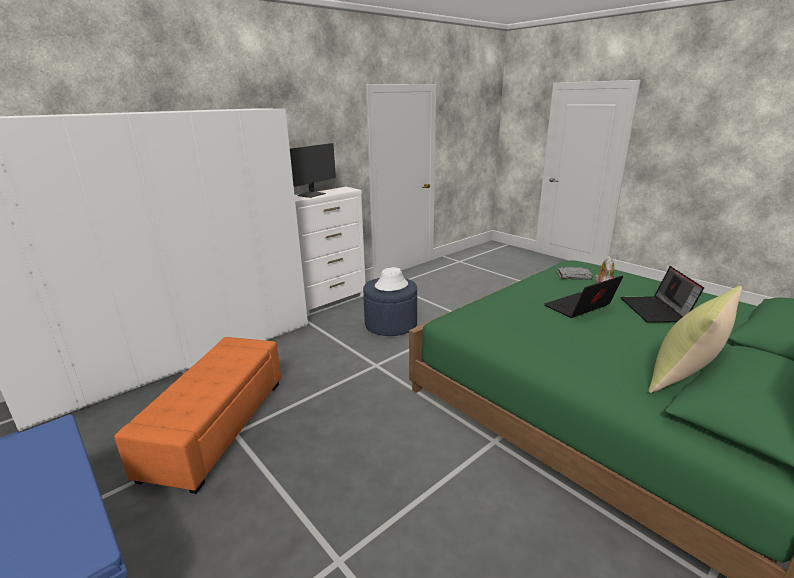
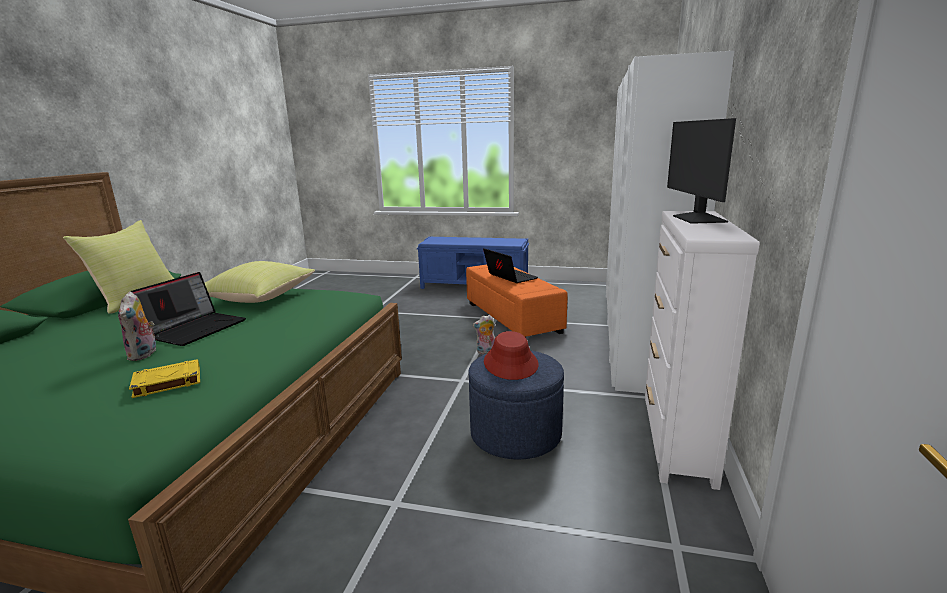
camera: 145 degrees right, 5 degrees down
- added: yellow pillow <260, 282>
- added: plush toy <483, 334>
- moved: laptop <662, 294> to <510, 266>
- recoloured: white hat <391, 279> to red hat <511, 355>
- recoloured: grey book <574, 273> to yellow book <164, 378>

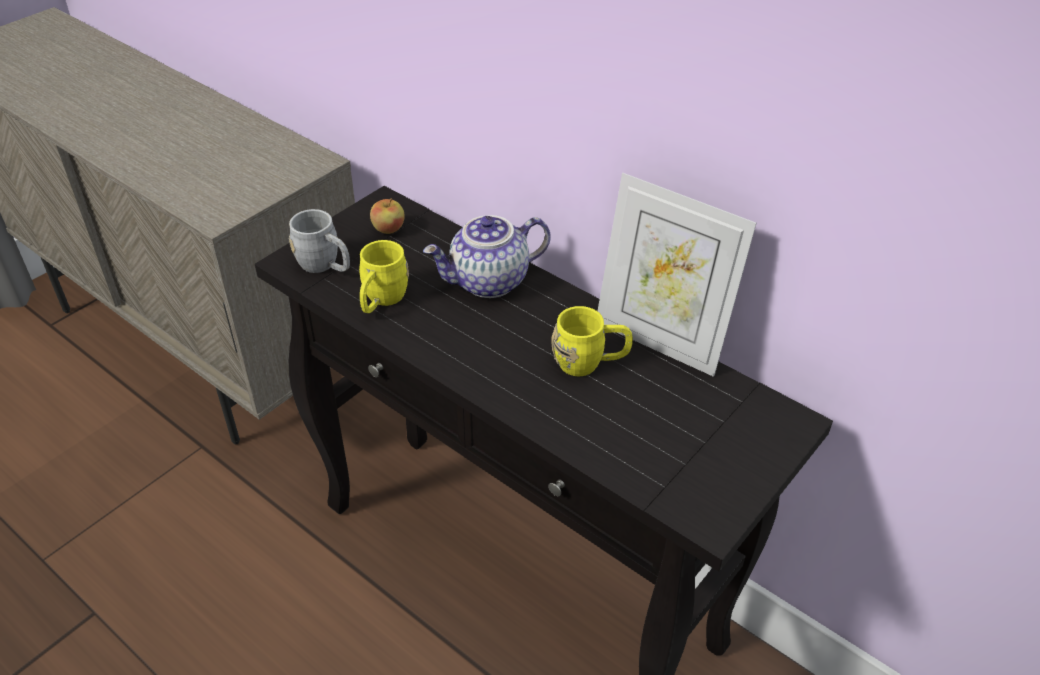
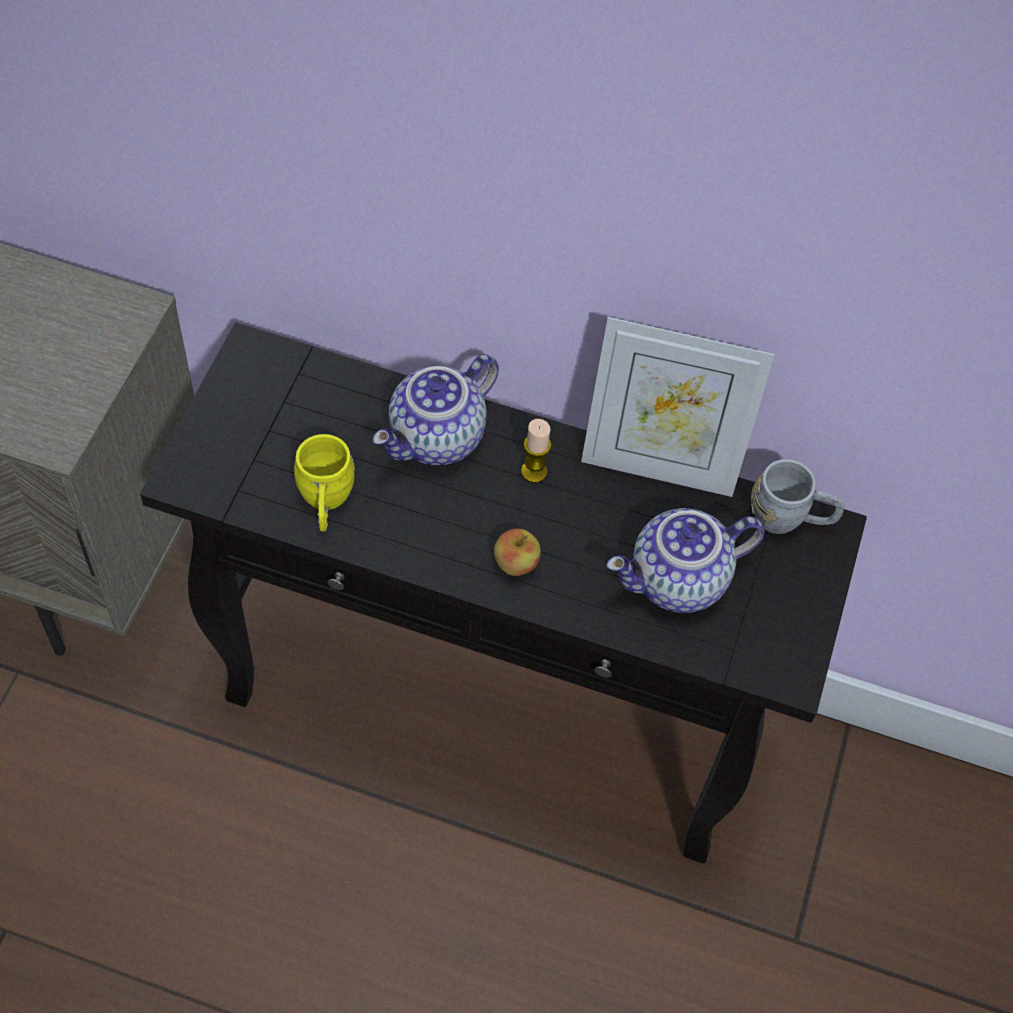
camera: 25 degrees left, 15 degrees up
- removed: yellow mug <592, 341>
- added: candle <536, 451>
- added: teapot <686, 560>
- moved: grey mug <319, 241> to <797, 496>
- moved: apple <387, 216> to <517, 552>

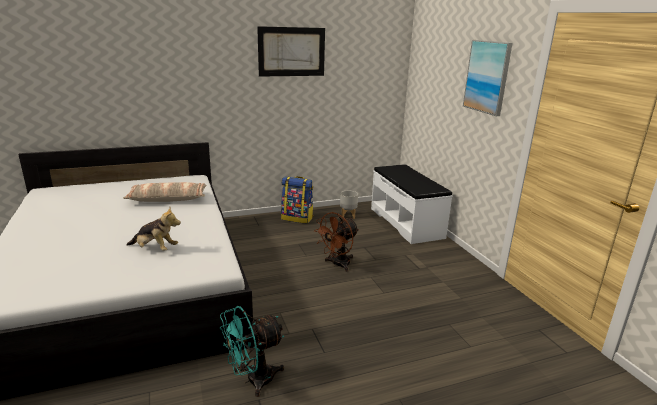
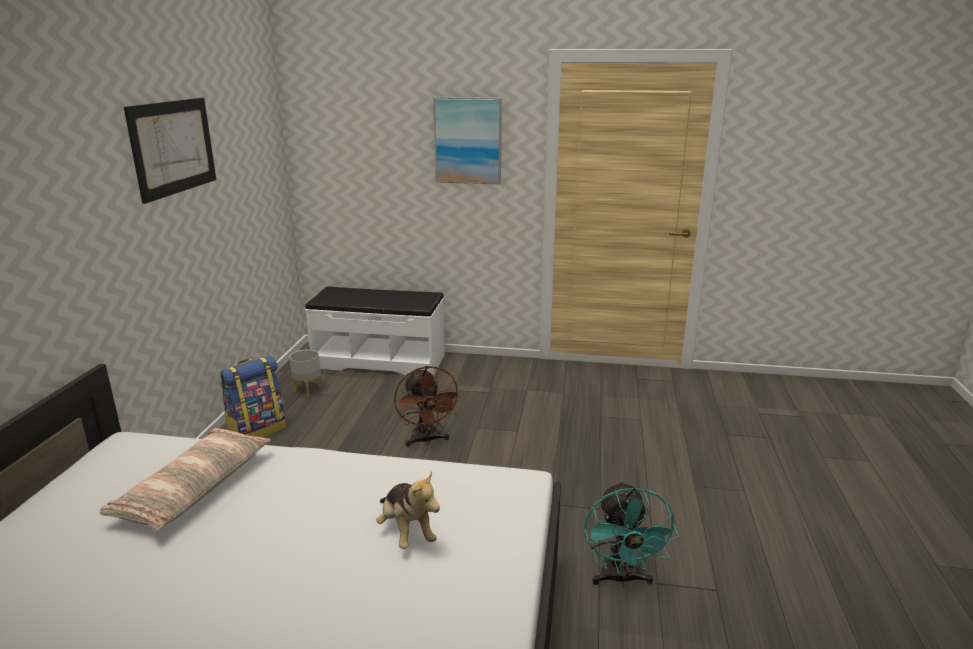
camera: 60 degrees left, 0 degrees up
- turned: plush toy <154, 229> = <408, 510> 105 degrees clockwise

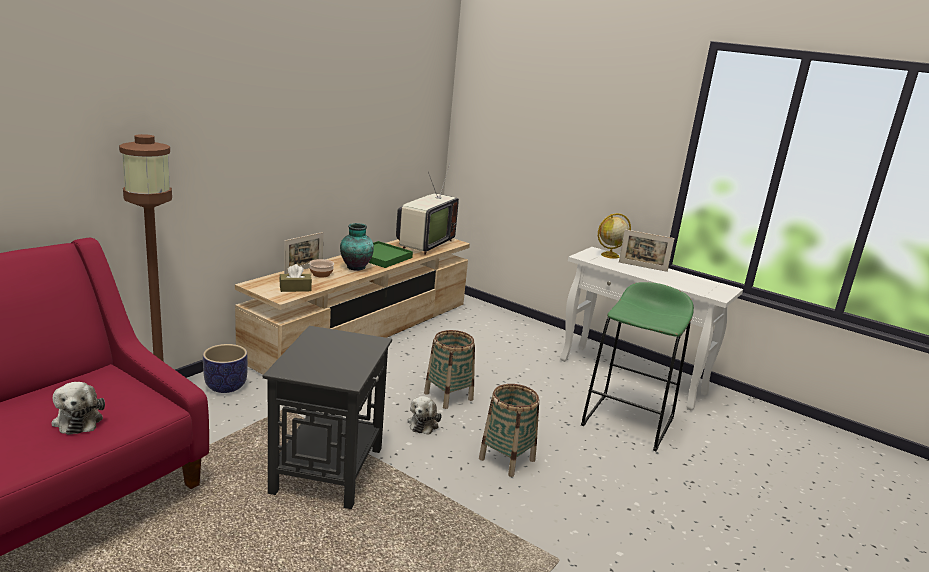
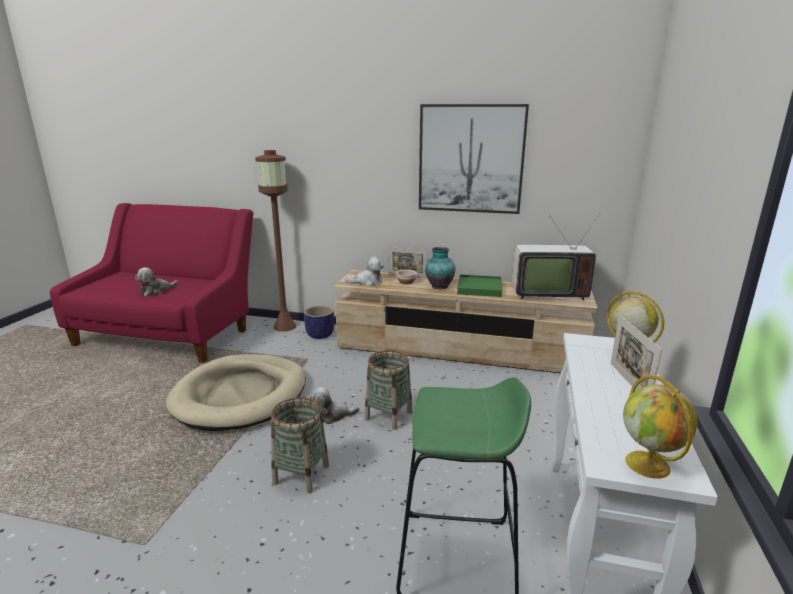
camera: 70 degrees right, 0 degrees up
- added: picture <474, 159>
- added: globe <660, 427>
- replaced: black side table <327, 417> to beige dog bed <236, 392>
- replaced: brown tissue box <295, 278> to plush toy <364, 271>

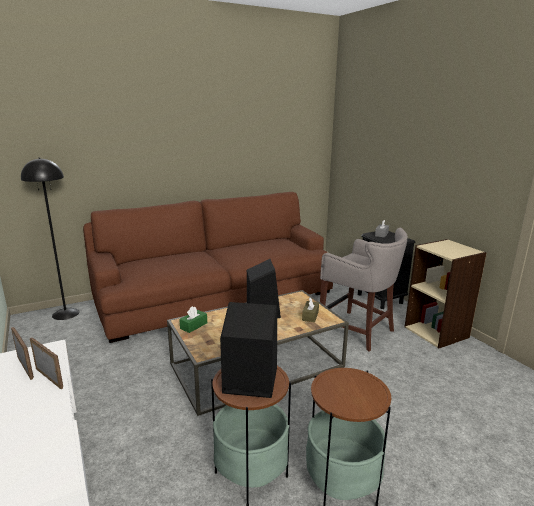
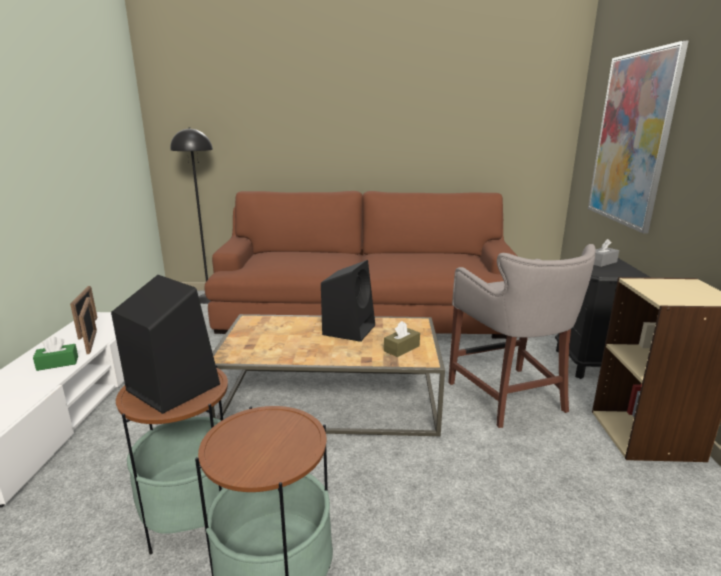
camera: 30 degrees right, 0 degrees up
- added: picture <638, 137>
- moved: green tissue box <193, 319> to <55, 353>

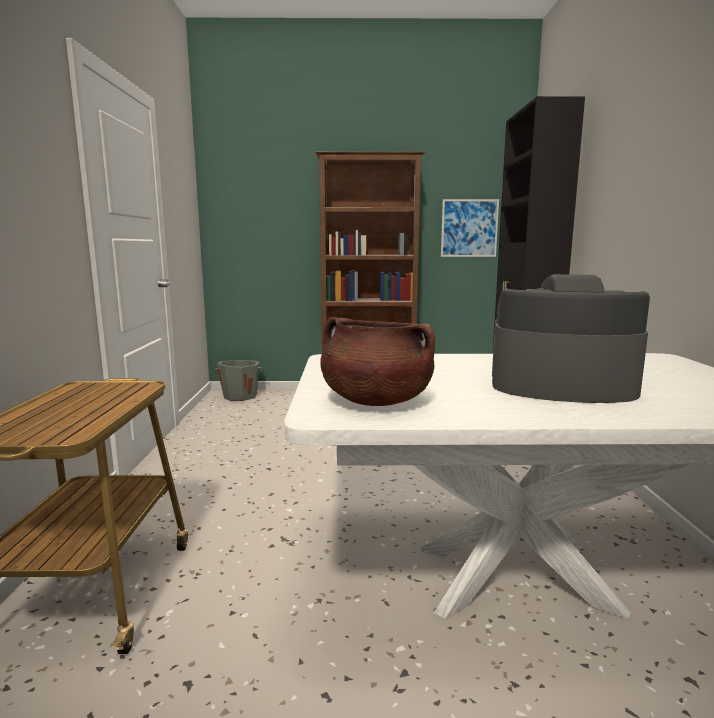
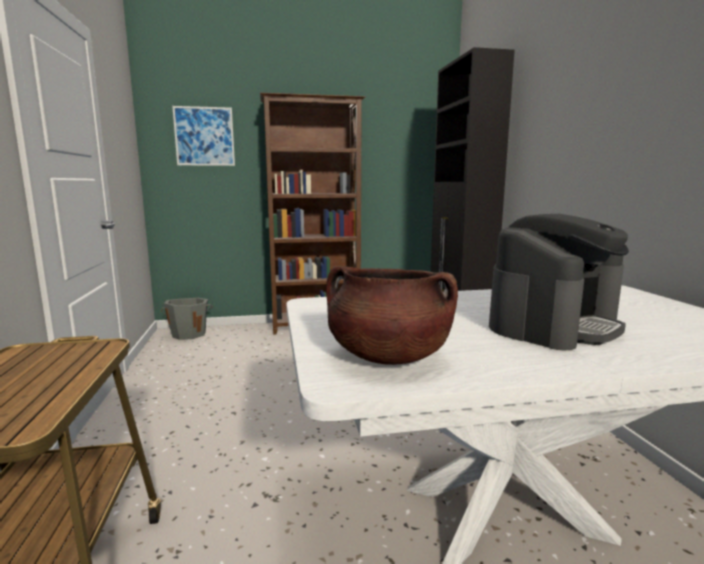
camera: 10 degrees left, 0 degrees up
- moved: picture <470, 228> to <203, 136>
- turned: coffee machine <571, 338> = <559, 282> 135 degrees clockwise

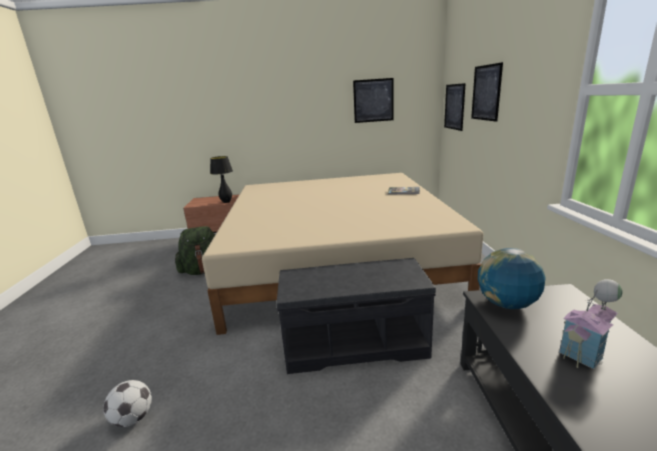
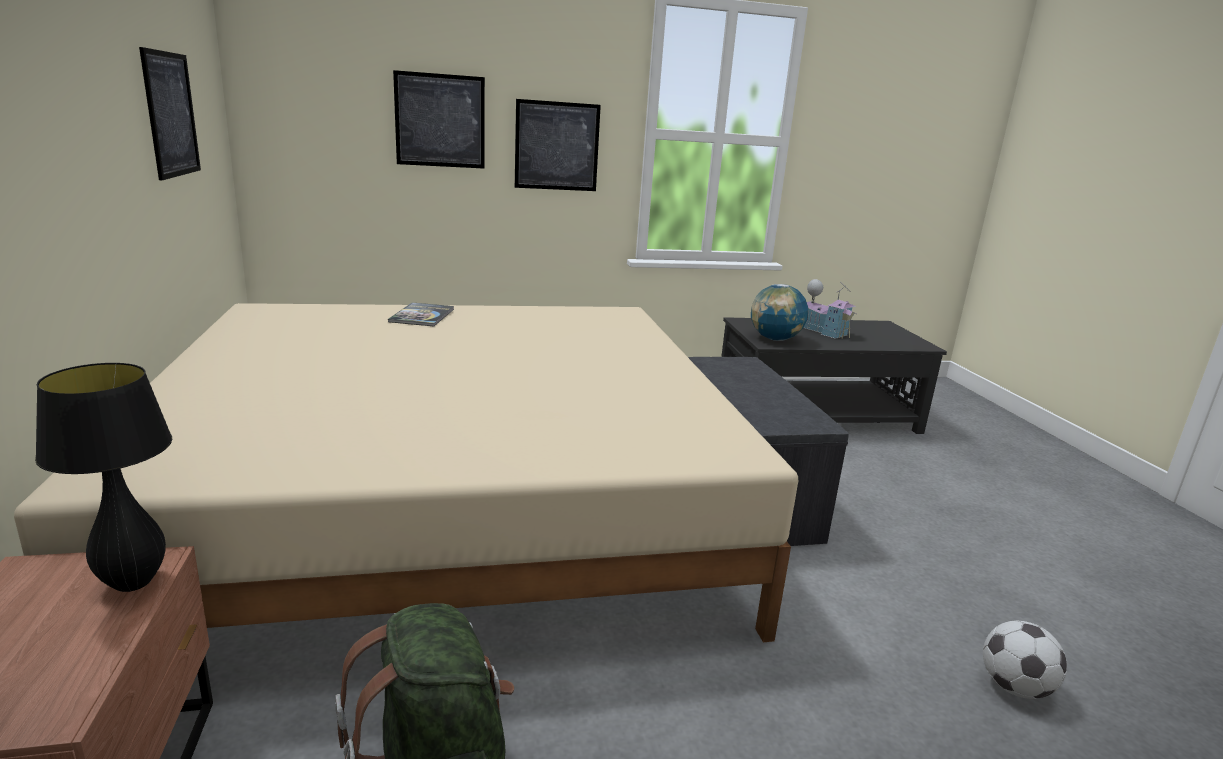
camera: 100 degrees left, 0 degrees up
- moved: picture <455, 107> to <558, 145>

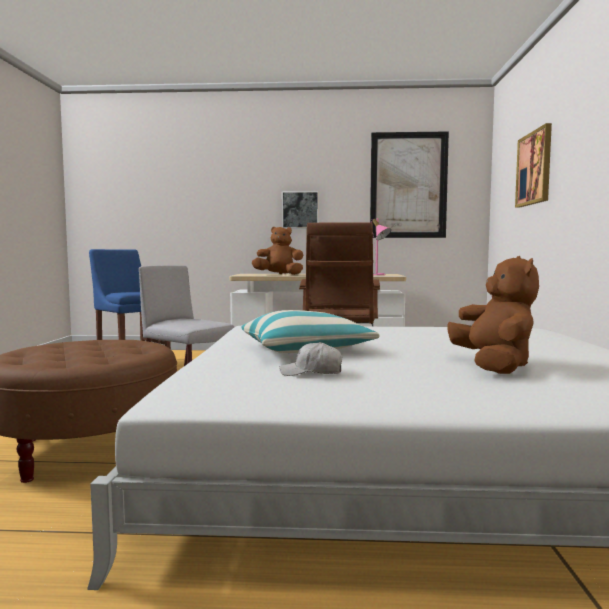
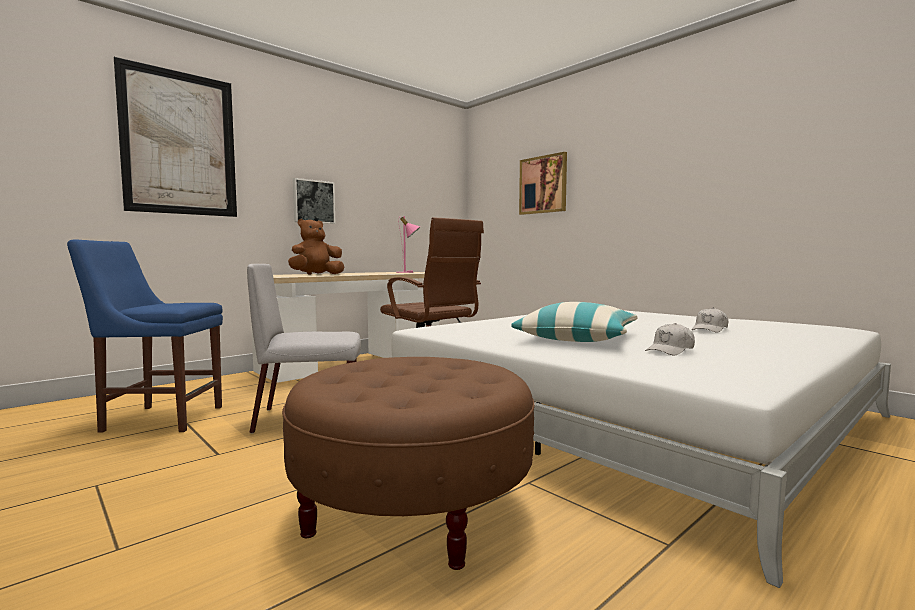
camera: 45 degrees left, 0 degrees up
- moved: picture <409, 184> to <175, 137>
- replaced: brown plush toy <493, 315> to white cap <709, 320>

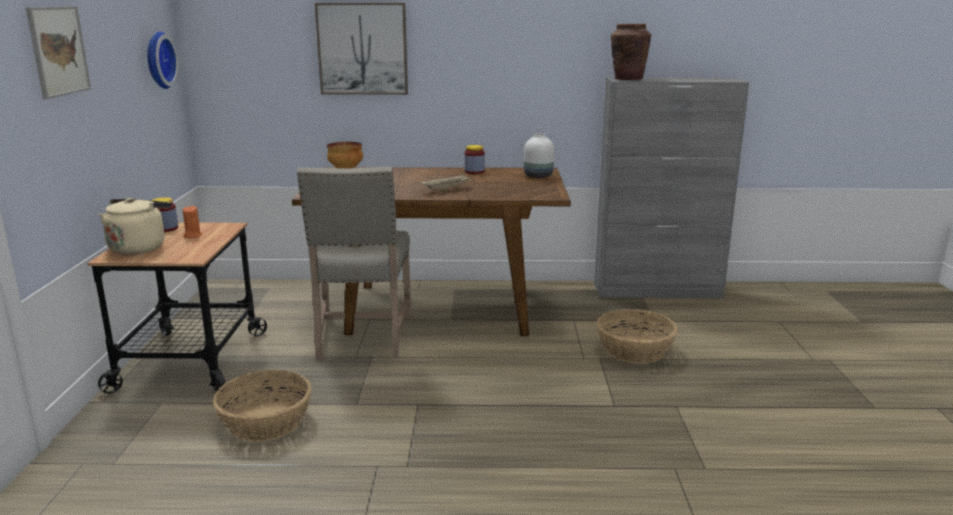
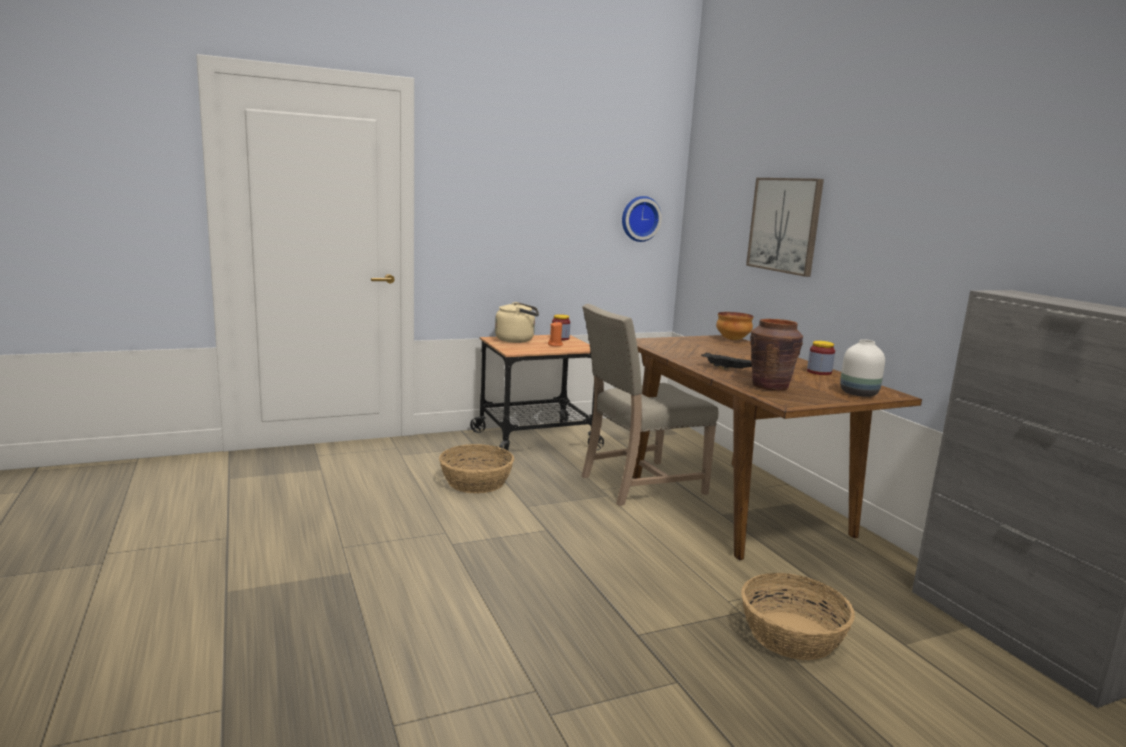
camera: 65 degrees right, 5 degrees down
- removed: picture <58, 52>
- moved: brown vase <631, 52> to <776, 355>
- recoloured: beige tray <447, 183> to black tray <726, 361>

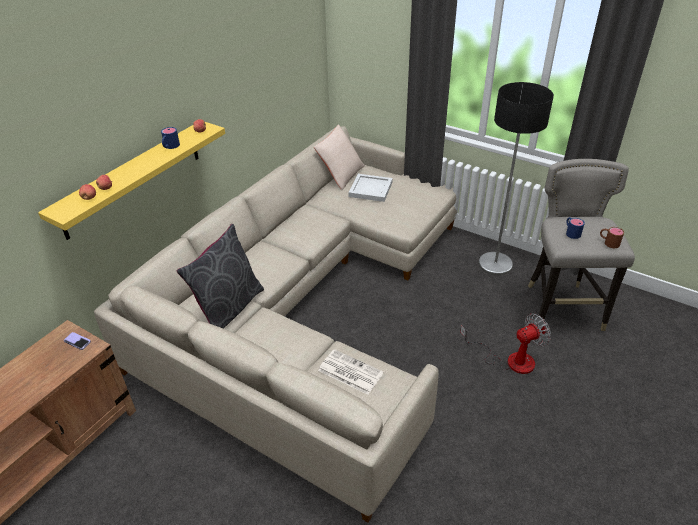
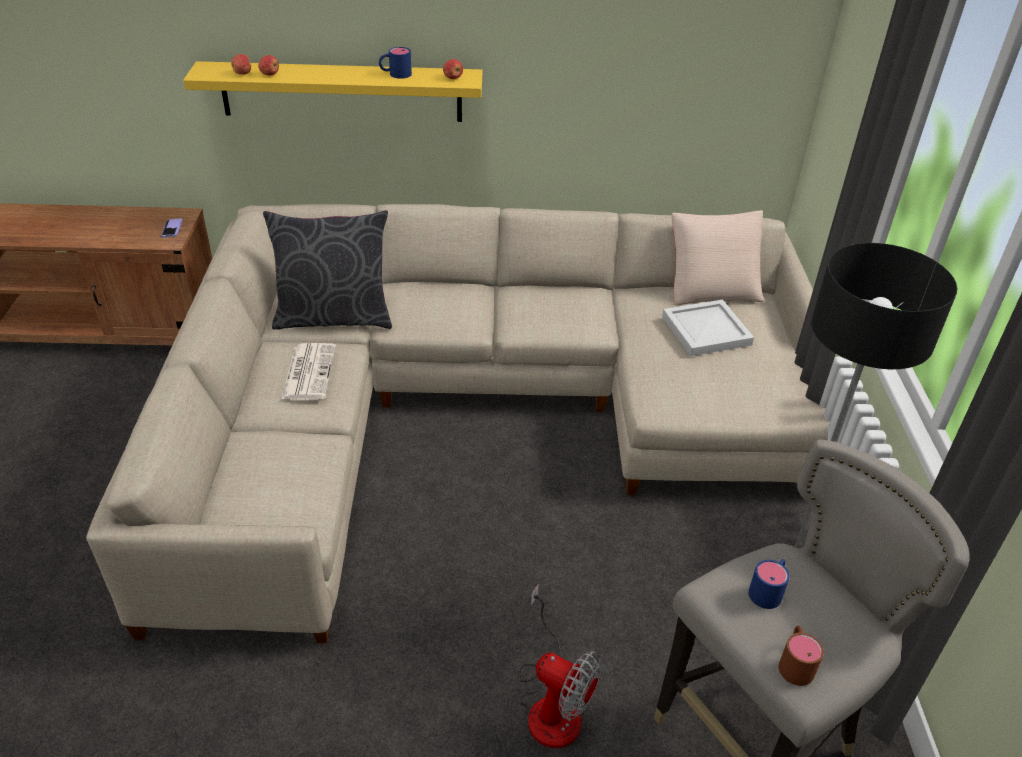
camera: 55 degrees right, 0 degrees up
- moved: newspaper <351, 372> to <308, 371>

